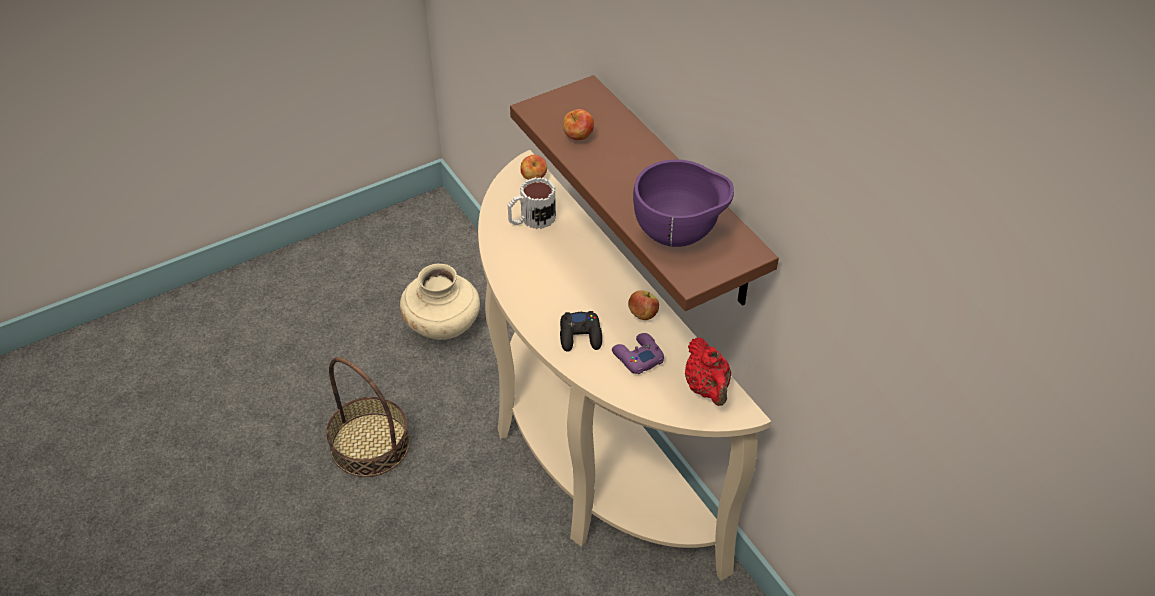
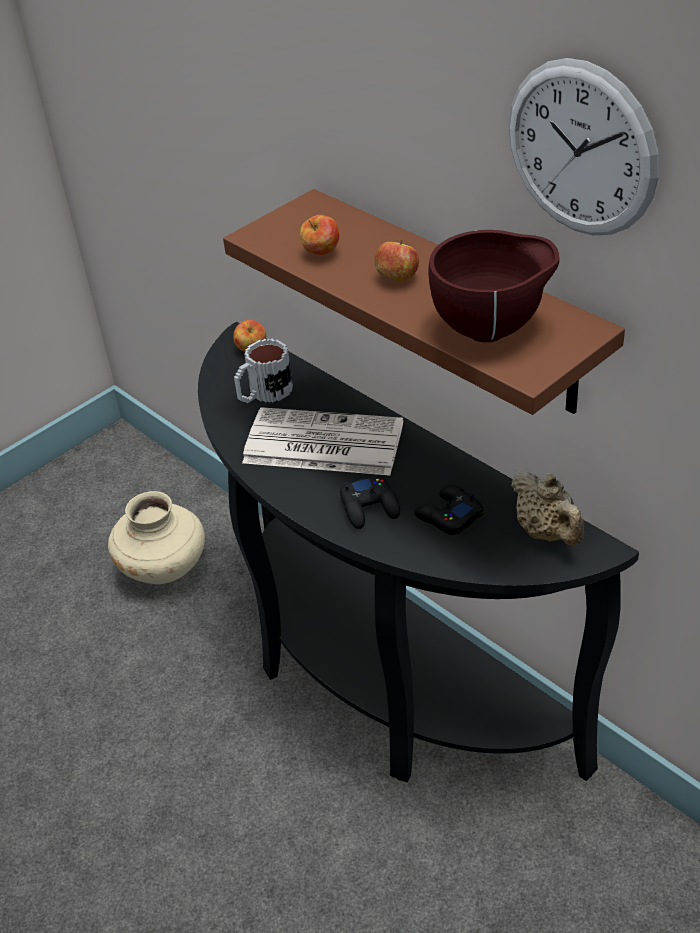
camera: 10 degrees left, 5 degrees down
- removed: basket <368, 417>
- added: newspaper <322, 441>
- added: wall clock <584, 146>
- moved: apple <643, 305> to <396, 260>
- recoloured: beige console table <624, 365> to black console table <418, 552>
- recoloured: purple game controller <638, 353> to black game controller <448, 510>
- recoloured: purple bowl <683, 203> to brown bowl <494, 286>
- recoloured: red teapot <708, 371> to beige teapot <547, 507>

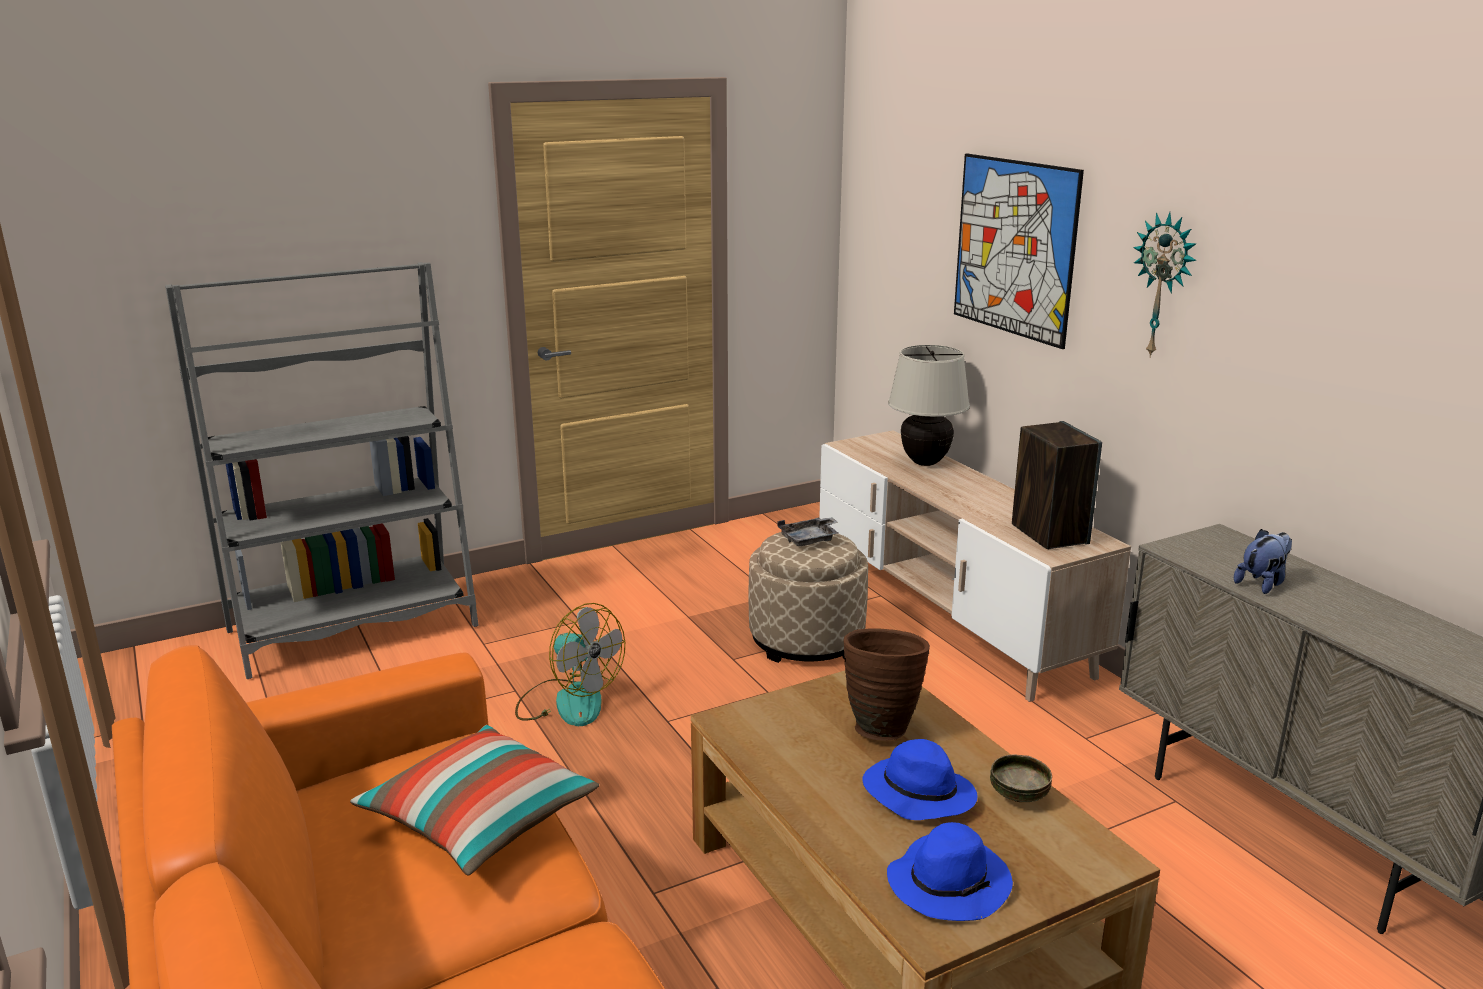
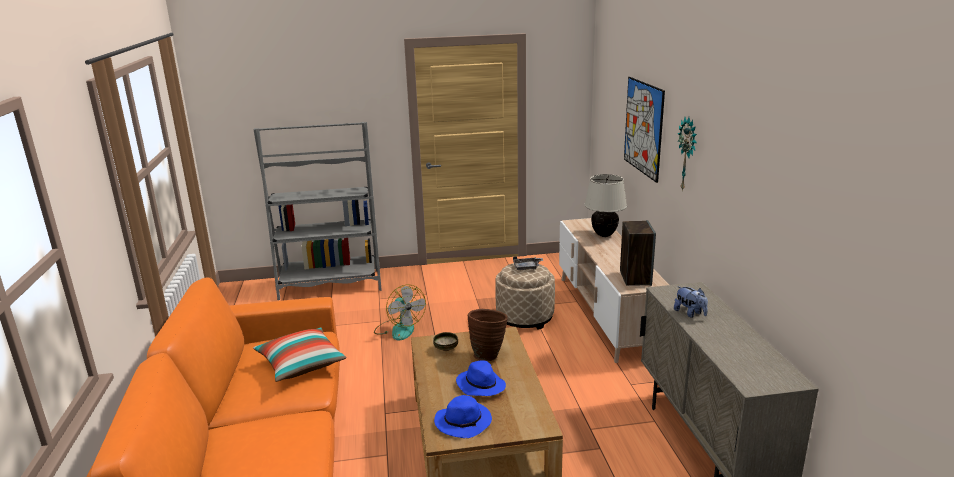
camera: 20 degrees right, 0 degrees up
- moved: bowl <1021, 778> to <445, 341>
- turned: plush toy <1263, 561> = <691, 302> 75 degrees clockwise

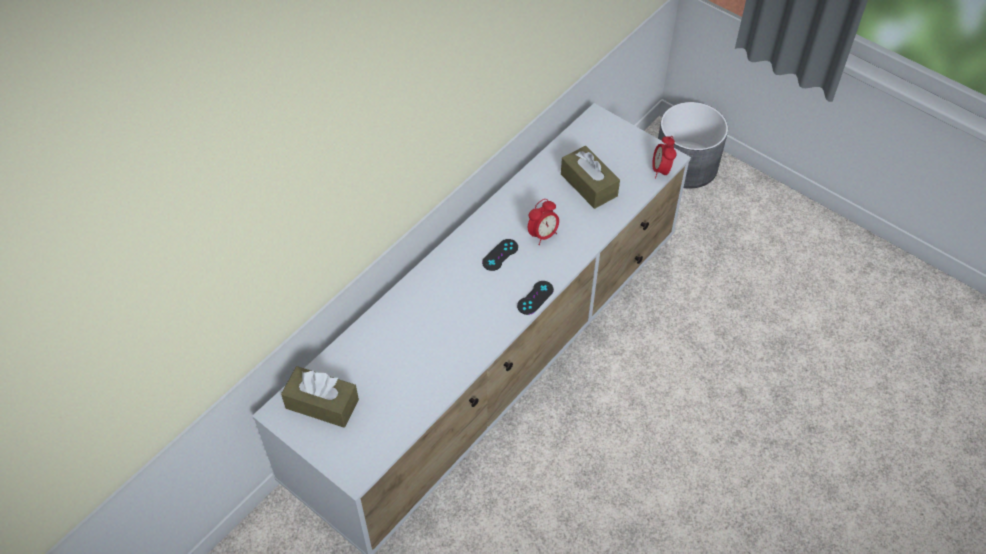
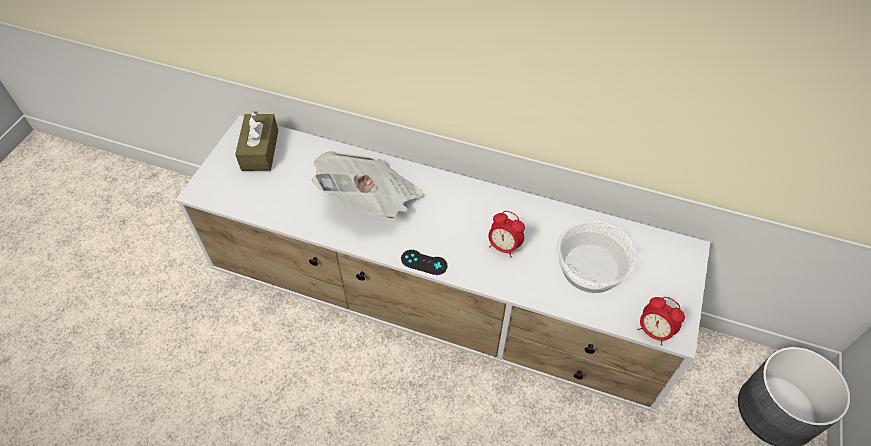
camera: 70 degrees right, 0 degrees up
- removed: black game controller <500, 255>
- added: newspaper <367, 185>
- replaced: brown tissue box <590, 177> to bowl <596, 256>
- turned: alarm clock <664, 157> = <661, 321> 120 degrees counterclockwise

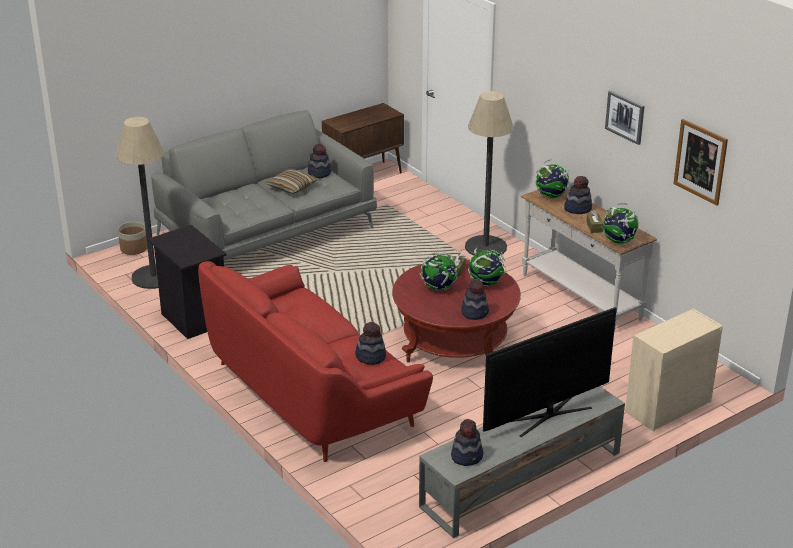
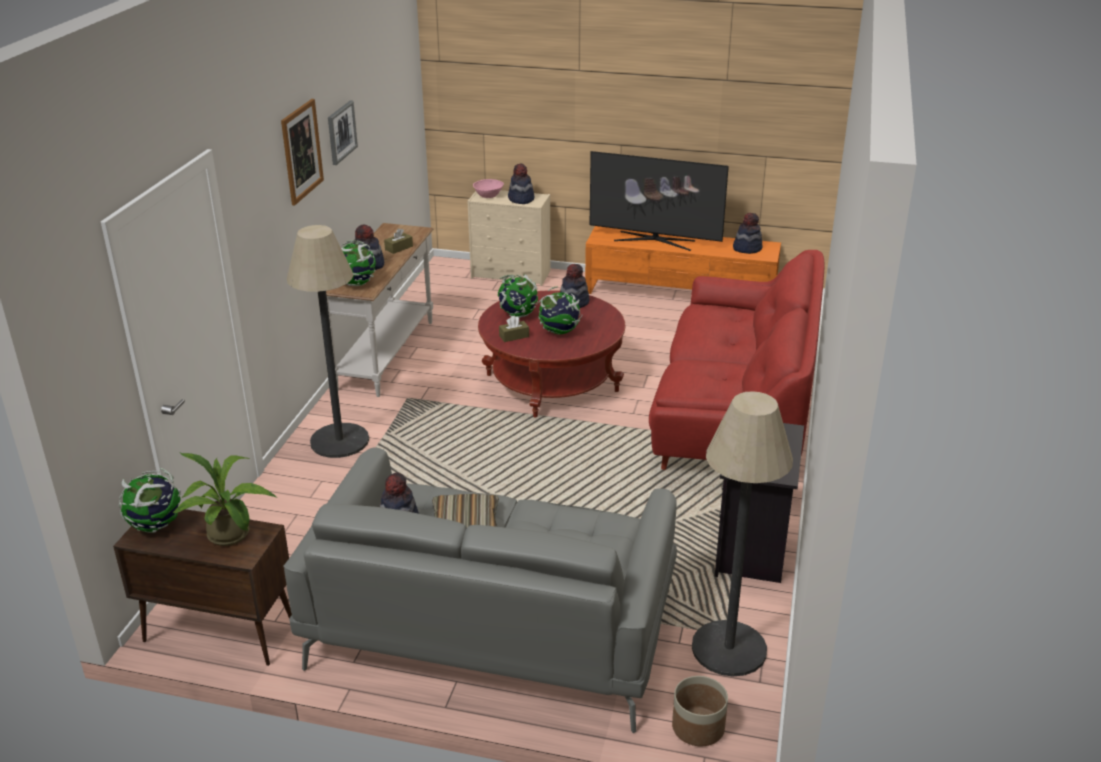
camera: 130 degrees left, 0 degrees up
- added: potted plant <225, 499>
- added: pink bowl <488, 188>
- moved: hat <370, 343> to <521, 183>
- moved: globe <621, 223> to <150, 500>
- moved: picture <700, 162> to <302, 152>
- recoloured: grey tv stand <522, 462> to orange tv stand <683, 260>

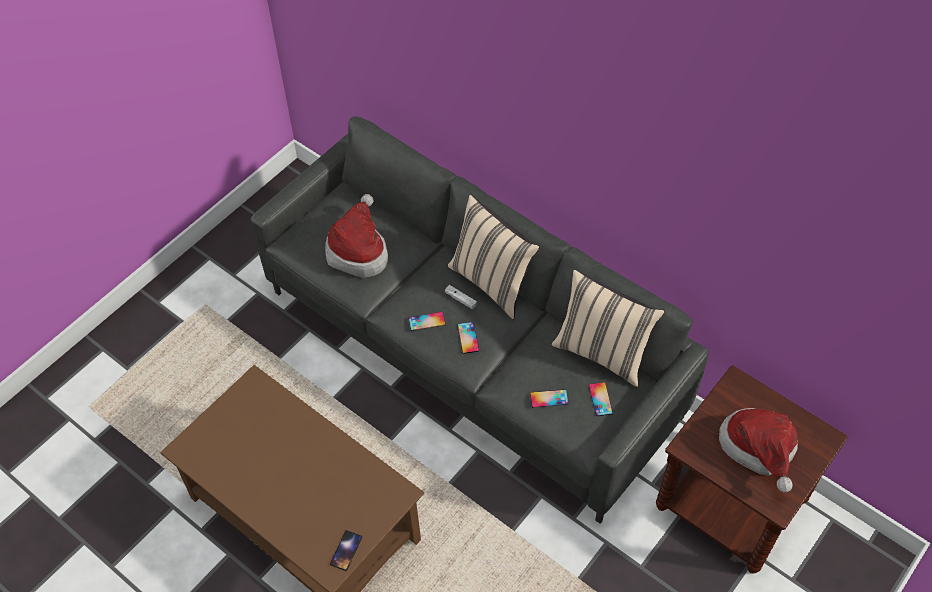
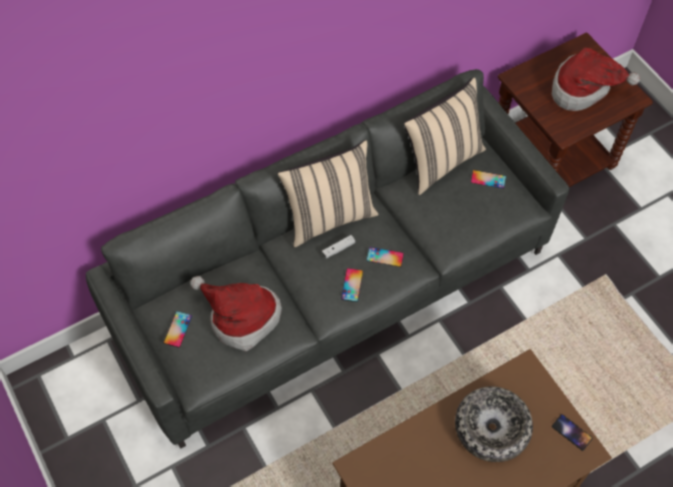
camera: 70 degrees left, 5 degrees up
- added: bowl <494, 424>
- moved: phone <549, 398> to <177, 329>

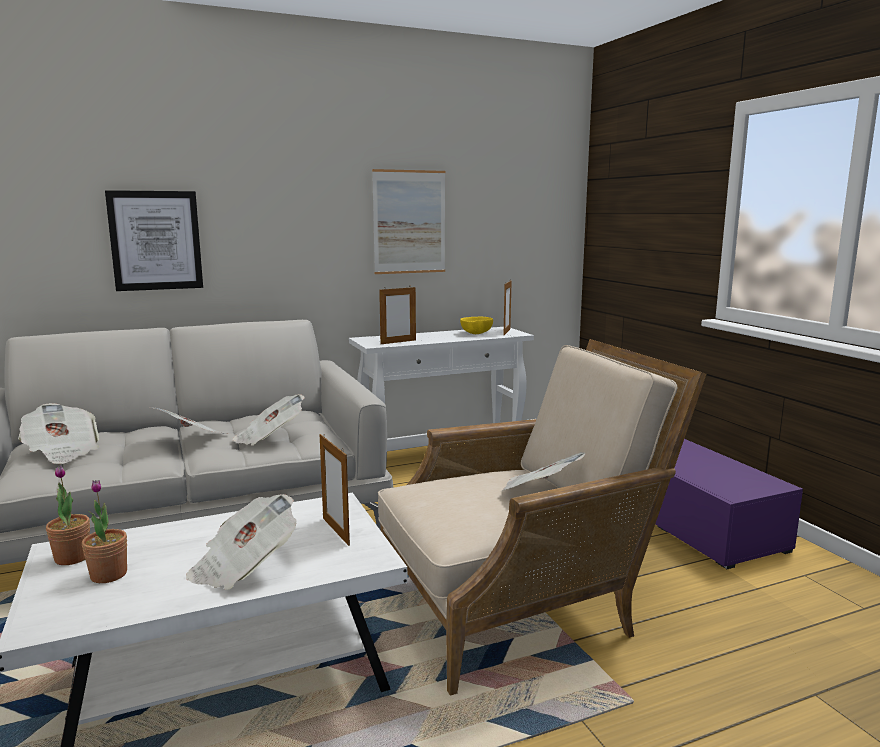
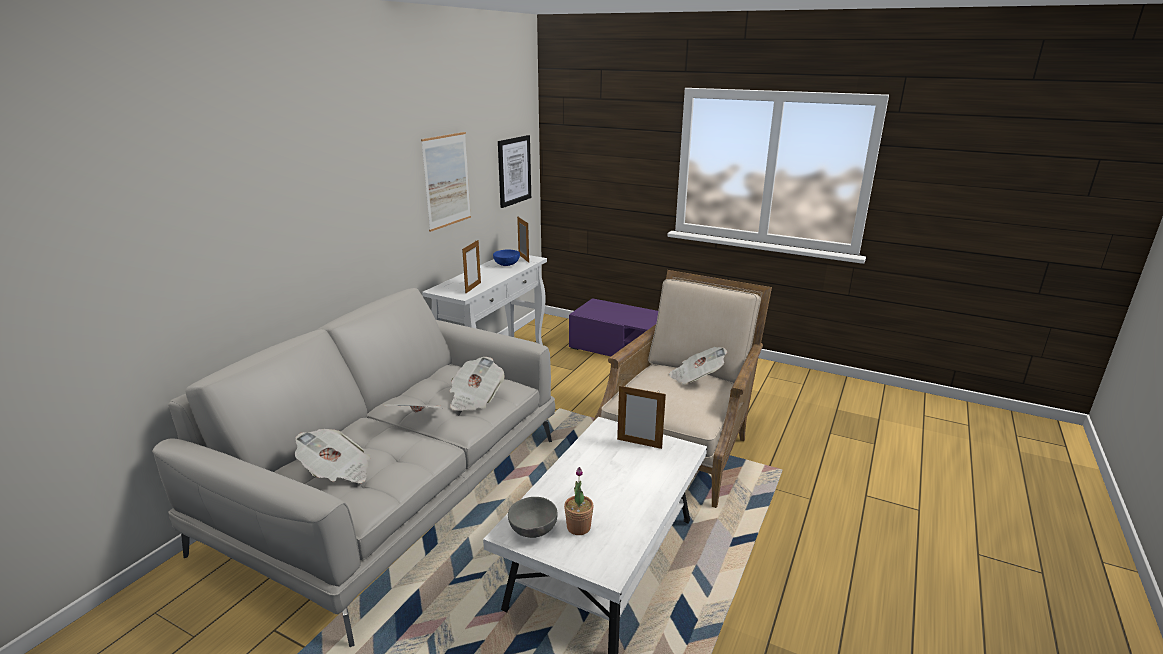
camera: 40 degrees left, 10 degrees up
- removed: newspaper <241, 542>
- moved: picture <154, 240> to <514, 171>
- replaced: potted plant <68, 515> to grey bowl <532, 517>
- recoloured: yellow bowl <476, 325> to blue bowl <506, 258>

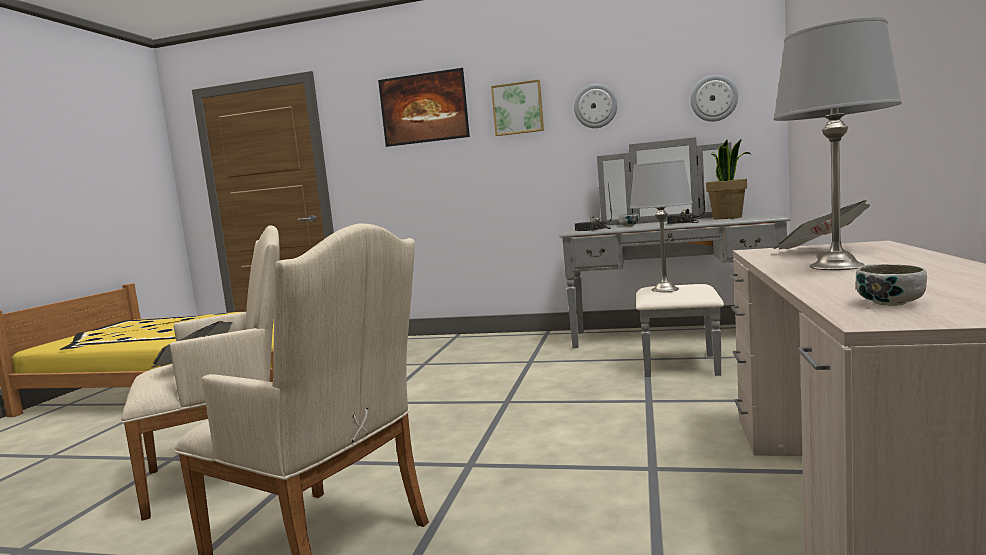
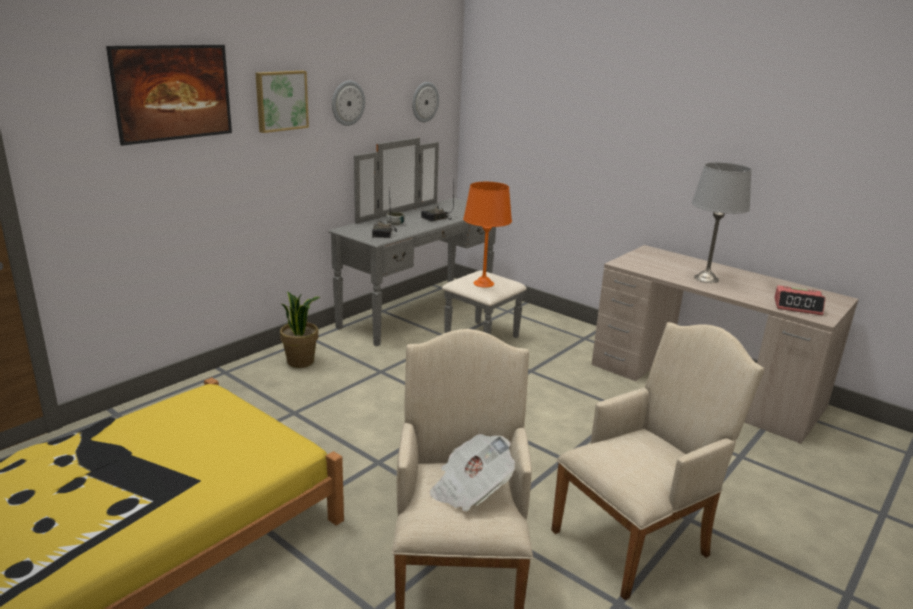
camera: 65 degrees left, 15 degrees up
- removed: newspaper <821, 224>
- moved: potted plant <728, 179> to <300, 330>
- replaced: bowl <891, 285> to alarm clock <799, 300>
- recoloured: grey table lamp <661, 226> to orange table lamp <487, 235>

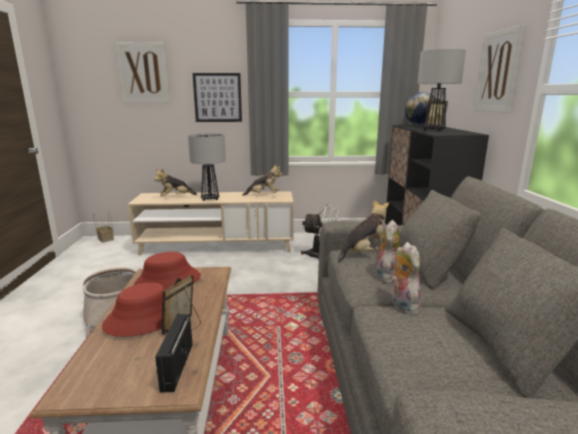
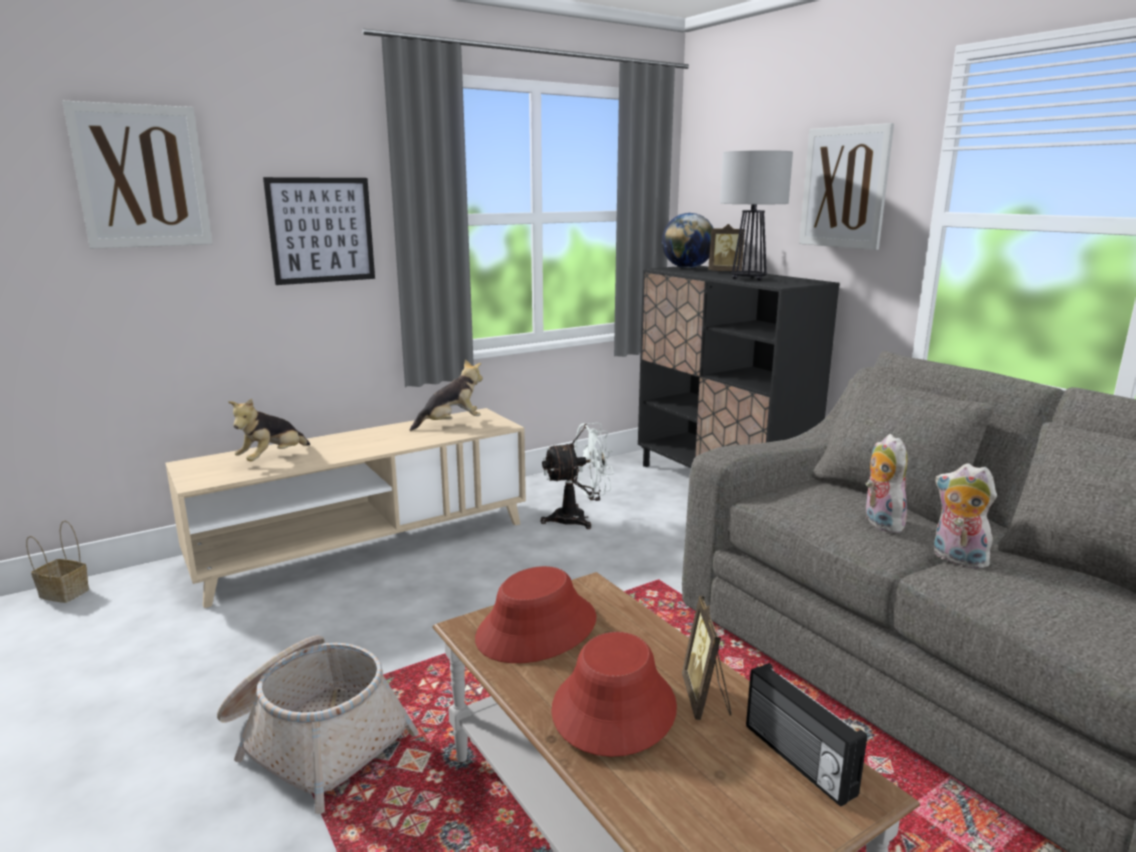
camera: 30 degrees left, 0 degrees up
- removed: table lamp <207, 167>
- removed: plush toy <363, 230>

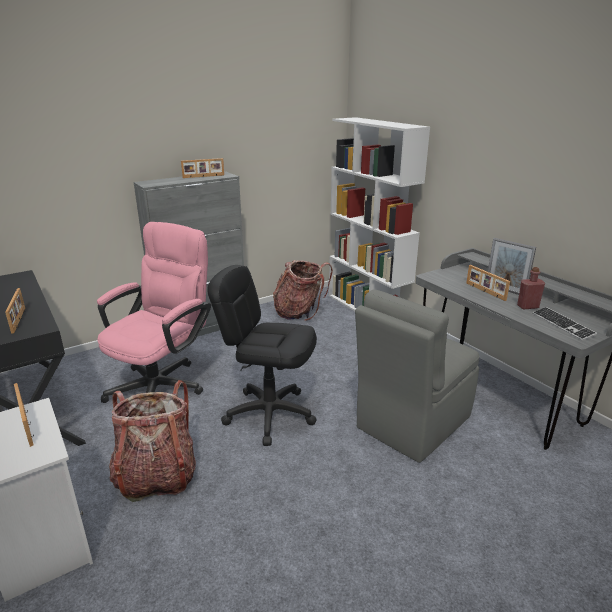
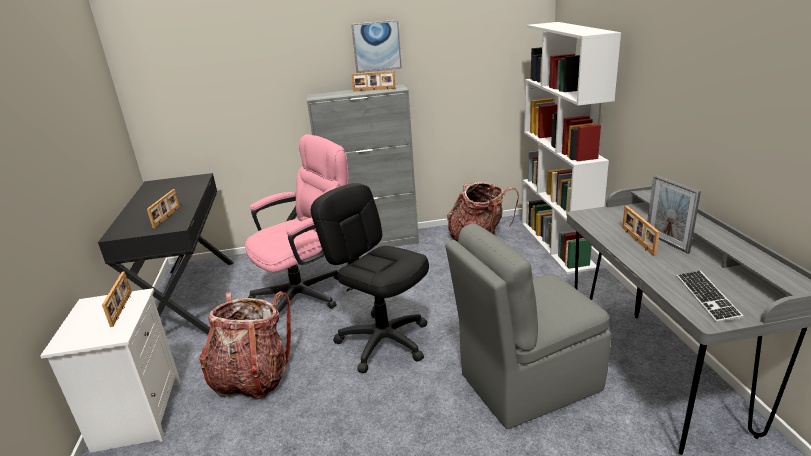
camera: 25 degrees right, 0 degrees up
- removed: red bottle <531, 288>
- added: picture <376, 46>

